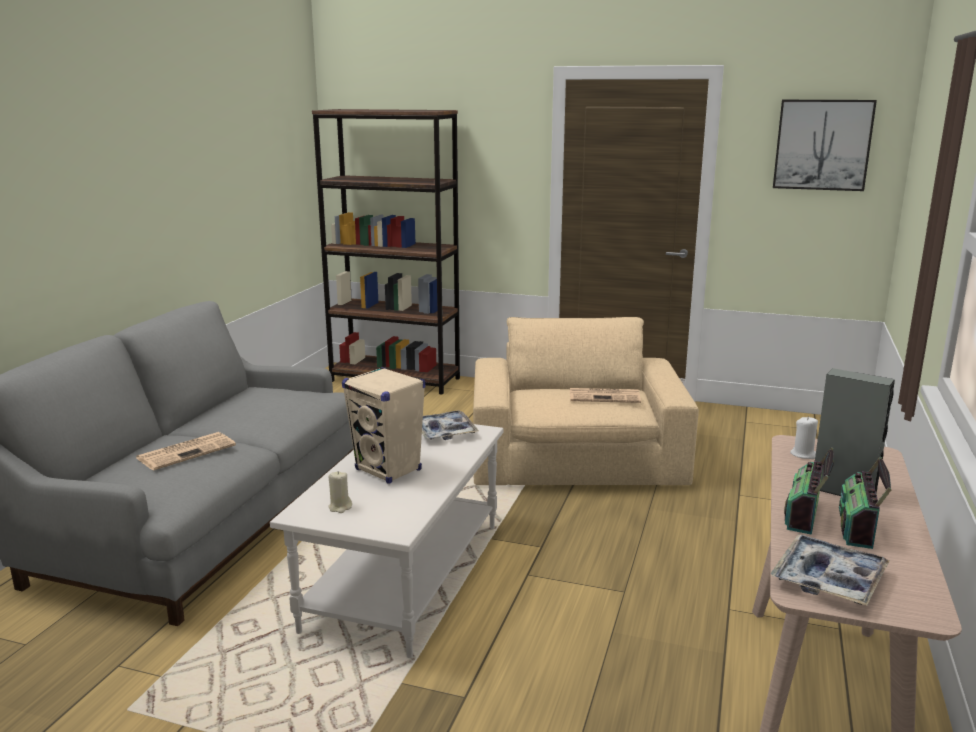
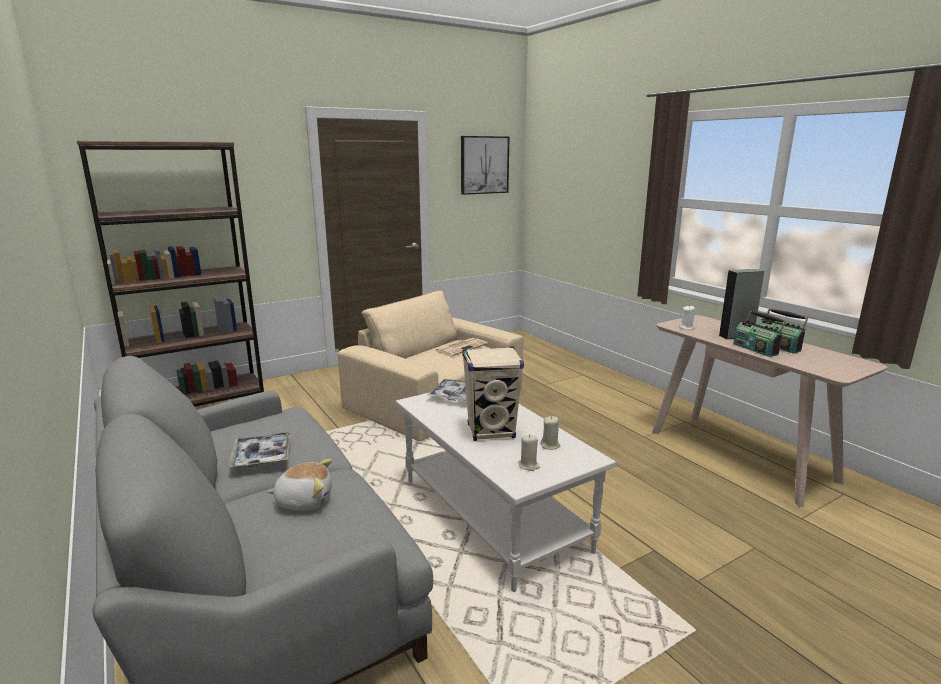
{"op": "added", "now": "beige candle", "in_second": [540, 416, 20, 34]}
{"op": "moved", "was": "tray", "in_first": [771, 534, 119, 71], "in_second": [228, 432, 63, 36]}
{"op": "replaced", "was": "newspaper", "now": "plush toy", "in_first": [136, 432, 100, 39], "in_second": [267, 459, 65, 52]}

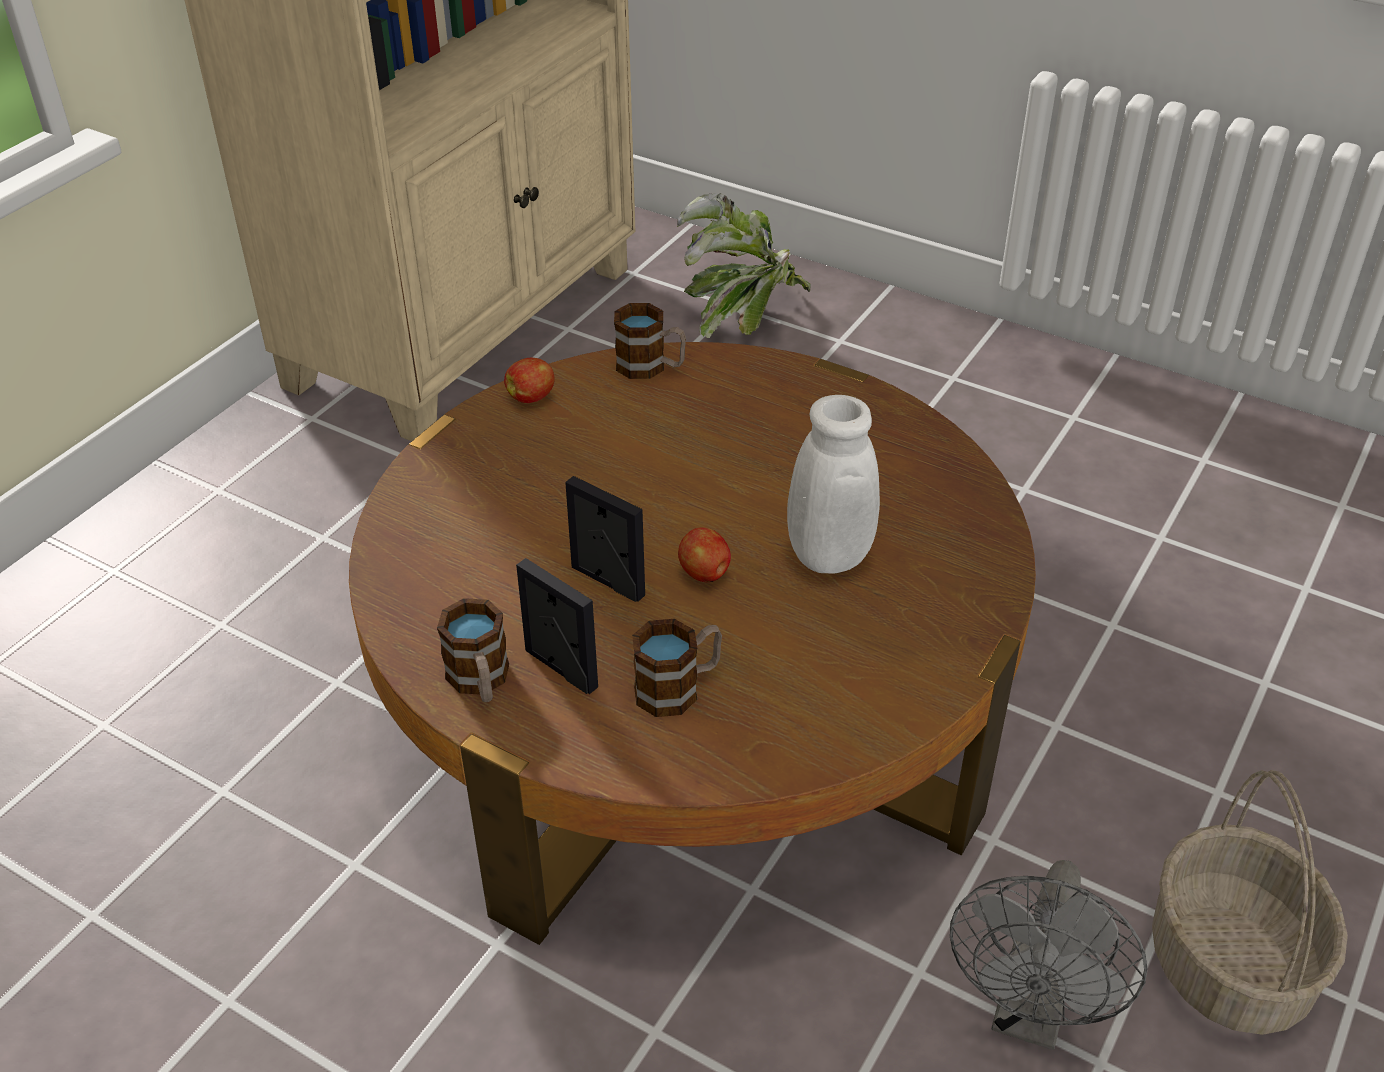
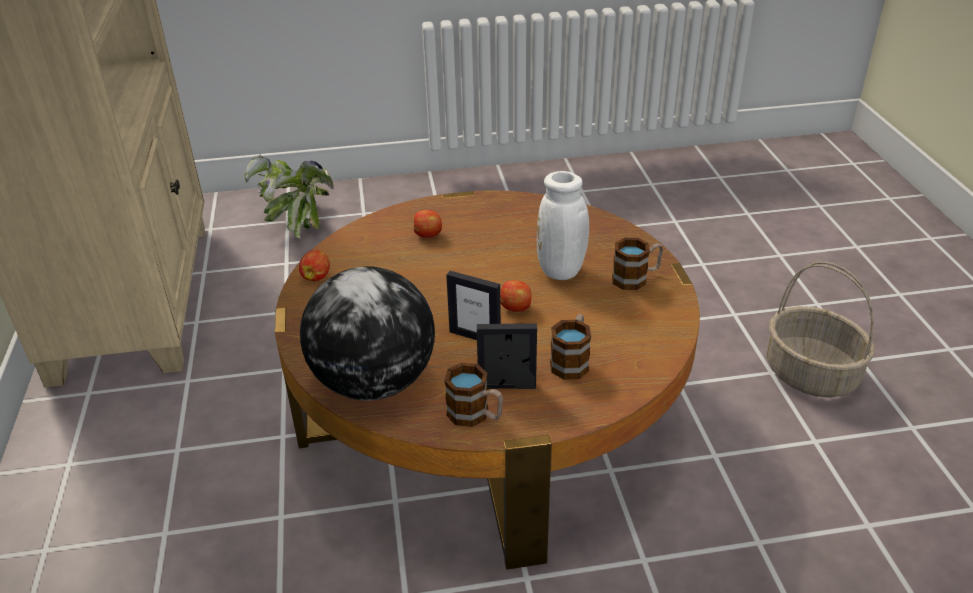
{"op": "removed", "was": "grey fan", "in_first": [950, 860, 198, 190]}
{"op": "added", "now": "globe", "in_second": [300, 266, 135, 135]}
{"op": "added", "now": "apple", "in_second": [414, 210, 28, 28]}
{"op": "moved", "was": "mug", "in_first": [614, 303, 72, 76], "in_second": [612, 238, 51, 52]}
{"op": "turned", "was": "picture frame", "in_first": [565, 476, 80, 126], "in_second": [446, 271, 55, 69], "clockwise": -150}

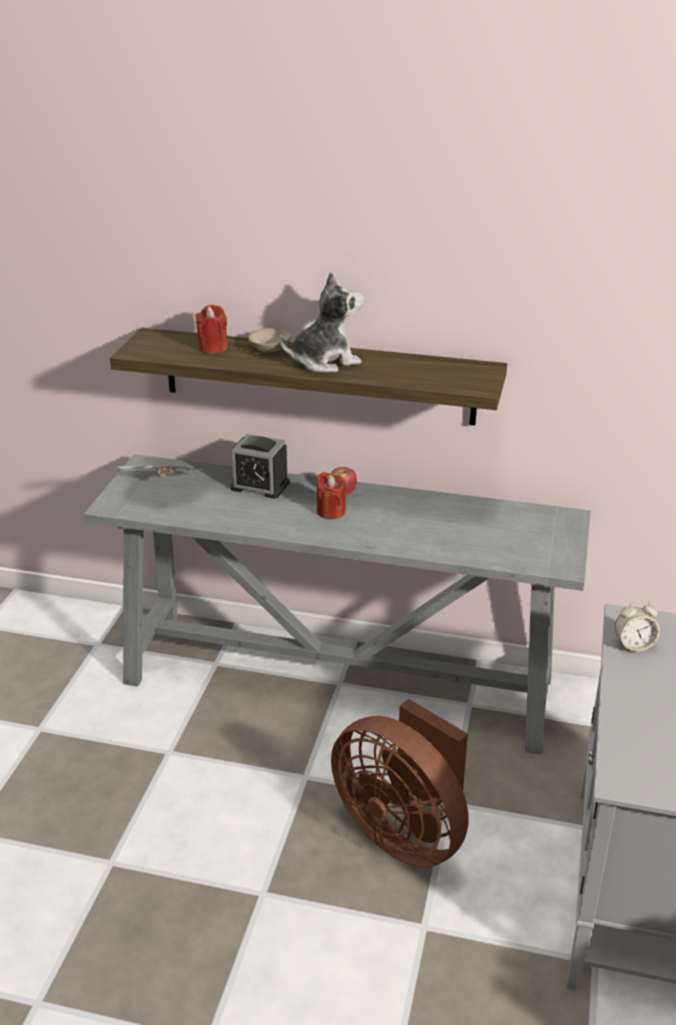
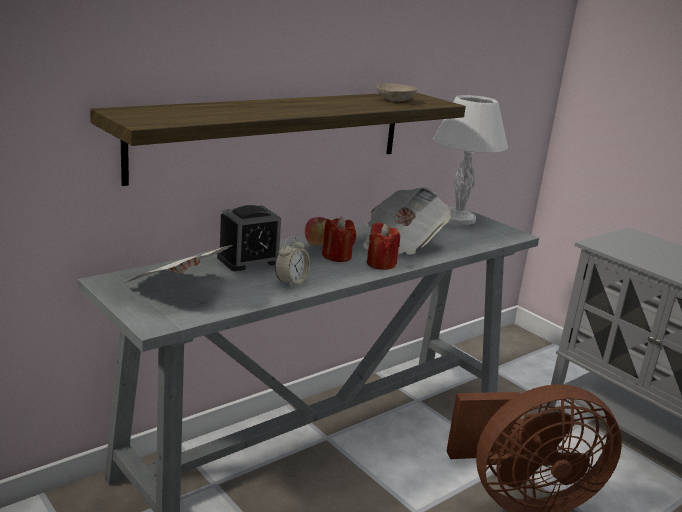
{"op": "removed", "was": "plush toy", "in_first": [280, 272, 84, 101]}
{"op": "added", "now": "newspaper", "in_second": [363, 188, 88, 67]}
{"op": "added", "now": "white table lamp", "in_second": [433, 95, 75, 130]}
{"op": "moved", "was": "red candle", "in_first": [195, 305, 33, 49], "in_second": [367, 222, 33, 48]}
{"op": "moved", "was": "beige bowl", "in_first": [249, 328, 42, 24], "in_second": [376, 83, 41, 19]}
{"op": "moved", "was": "alarm clock", "in_first": [615, 600, 45, 51], "in_second": [275, 236, 35, 51]}

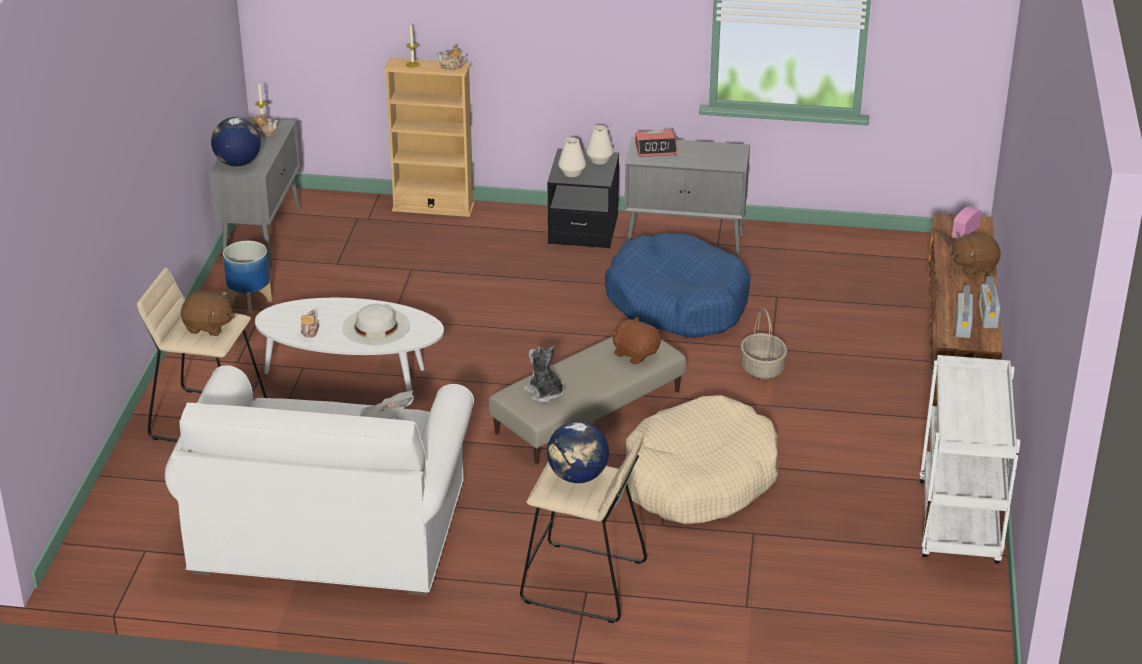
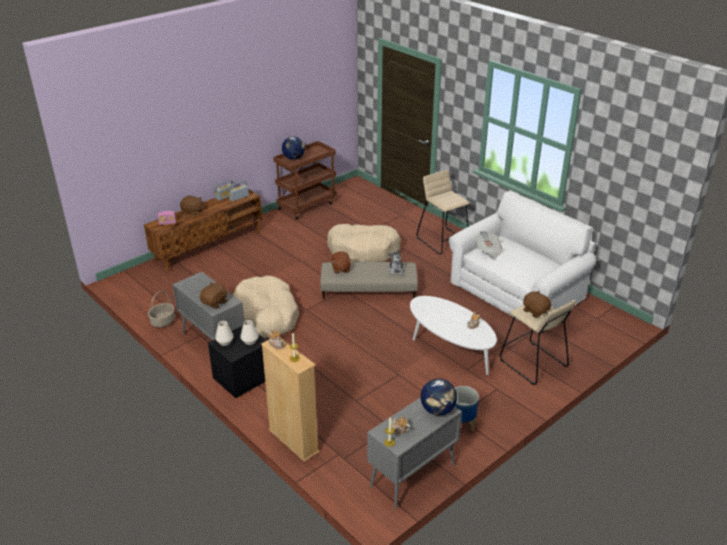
{"op": "removed", "was": "white hat", "in_first": [342, 304, 68, 41]}
{"op": "moved", "was": "globe", "in_first": [547, 421, 62, 62], "in_second": [282, 137, 23, 23]}
{"op": "moved", "was": "basket", "in_first": [741, 308, 46, 72], "in_second": [148, 291, 27, 37]}
{"op": "replaced", "was": "alarm clock", "now": "brown plush toy", "in_first": [635, 130, 42, 27], "in_second": [200, 282, 27, 27]}
{"op": "recoloured", "was": "blue dog bed", "now": "beige dog bed", "in_first": [605, 233, 146, 105], "in_second": [233, 276, 66, 62]}
{"op": "recoloured", "was": "white cart", "now": "brown cart", "in_first": [919, 355, 101, 209], "in_second": [273, 141, 64, 79]}

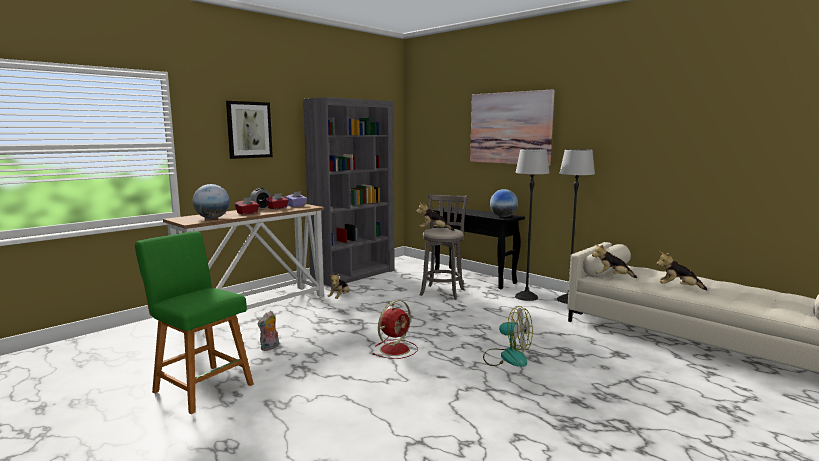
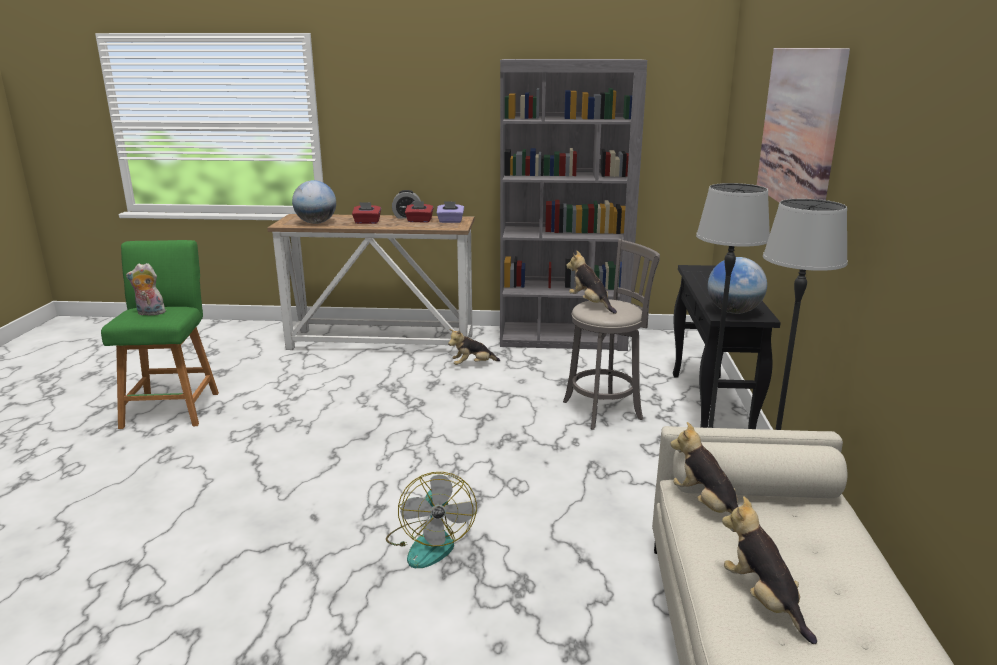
{"op": "removed", "was": "picture", "in_first": [226, 101, 47, 58]}
{"op": "removed", "was": "red fan", "in_first": [372, 300, 46, 59]}
{"op": "moved", "was": "plush toy", "in_first": [257, 311, 22, 40], "in_second": [126, 263, 43, 52]}

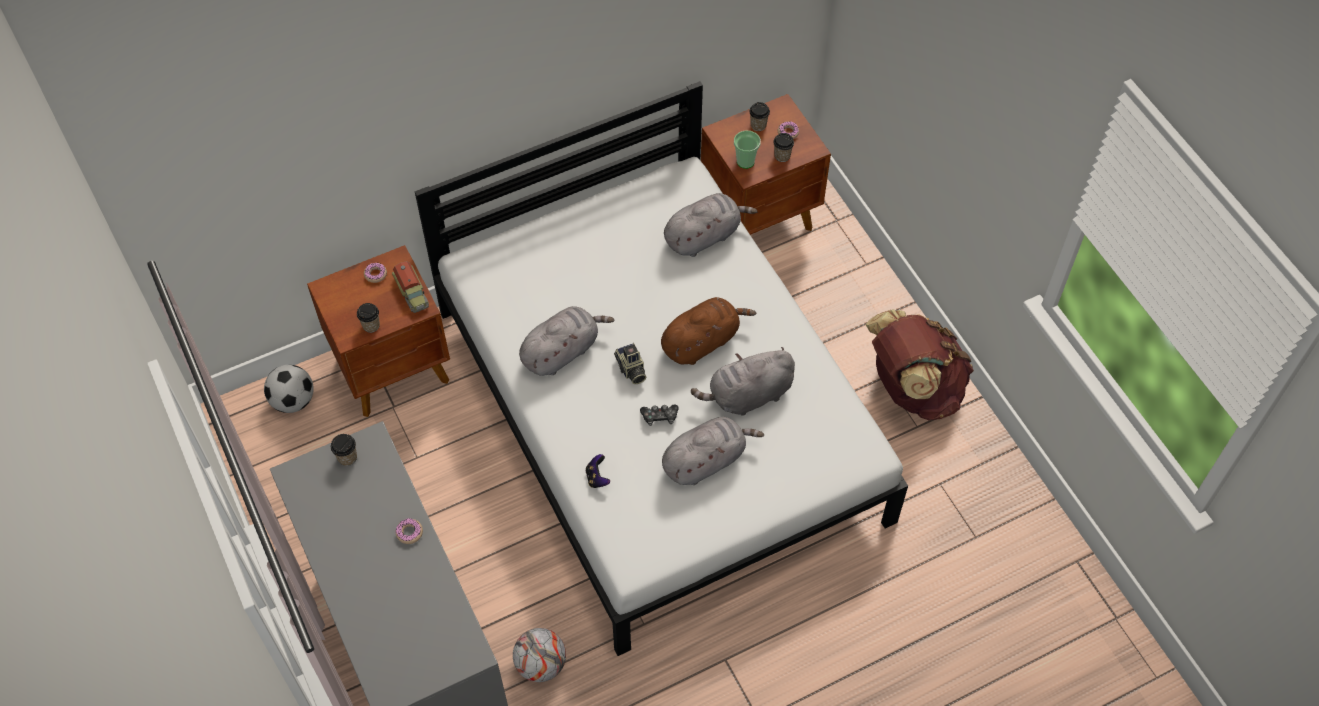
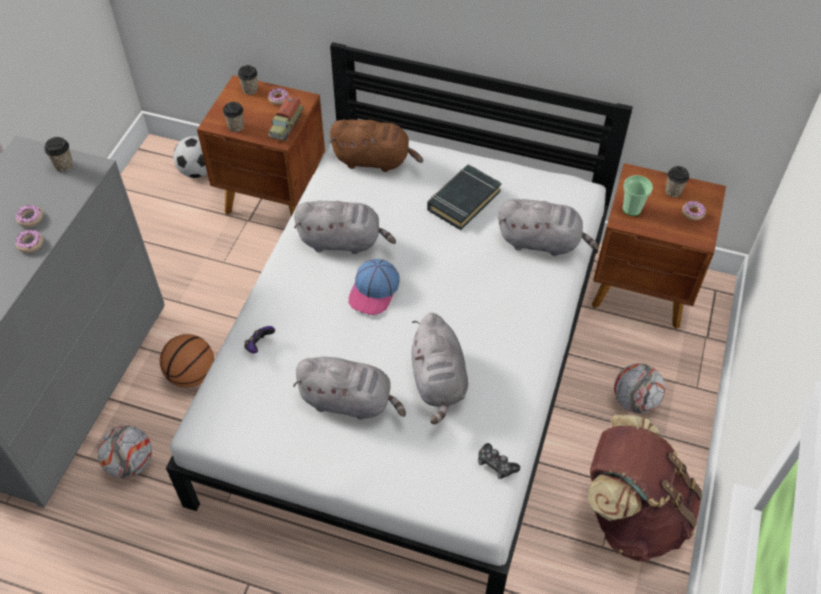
{"op": "added", "now": "donut", "in_second": [16, 205, 27, 22]}
{"op": "added", "now": "basketball", "in_second": [160, 334, 54, 54]}
{"op": "added", "now": "black book", "in_second": [427, 164, 75, 66]}
{"op": "added", "now": "football", "in_second": [614, 363, 51, 51]}
{"op": "moved", "was": "game controller", "in_first": [640, 404, 39, 22], "in_second": [478, 443, 42, 36]}
{"op": "moved", "was": "brown plush toy", "in_first": [661, 297, 95, 68], "in_second": [329, 120, 94, 52]}
{"op": "moved", "was": "cup", "in_first": [773, 133, 21, 29], "in_second": [238, 65, 20, 30]}
{"op": "replaced", "was": "photo camera", "now": "cap", "in_first": [614, 343, 32, 41], "in_second": [349, 259, 51, 56]}
{"op": "turned", "was": "grey plush toy", "in_first": [691, 347, 104, 68], "in_second": [411, 313, 57, 111], "clockwise": -120}

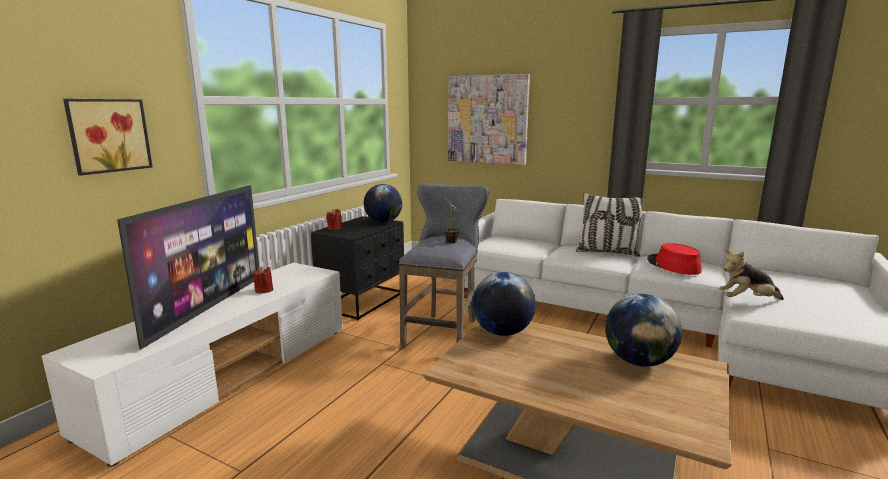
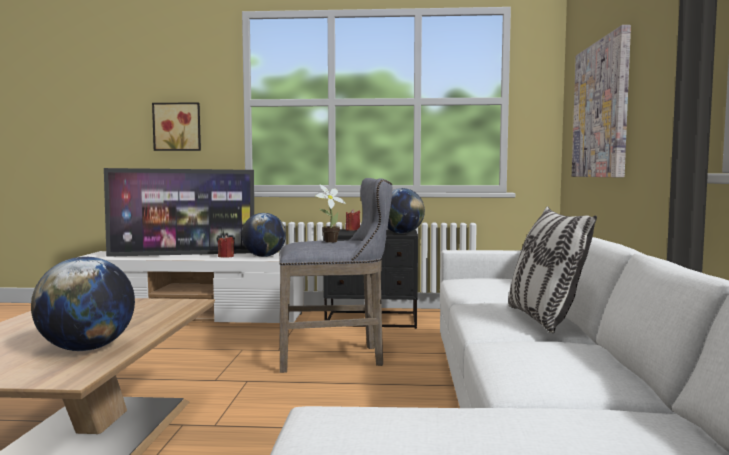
{"op": "removed", "was": "red hat", "in_first": [647, 243, 55, 32]}
{"op": "removed", "was": "plush toy", "in_first": [719, 250, 65, 50]}
{"op": "moved", "was": "globe", "in_first": [472, 272, 64, 64], "in_second": [242, 213, 44, 44]}

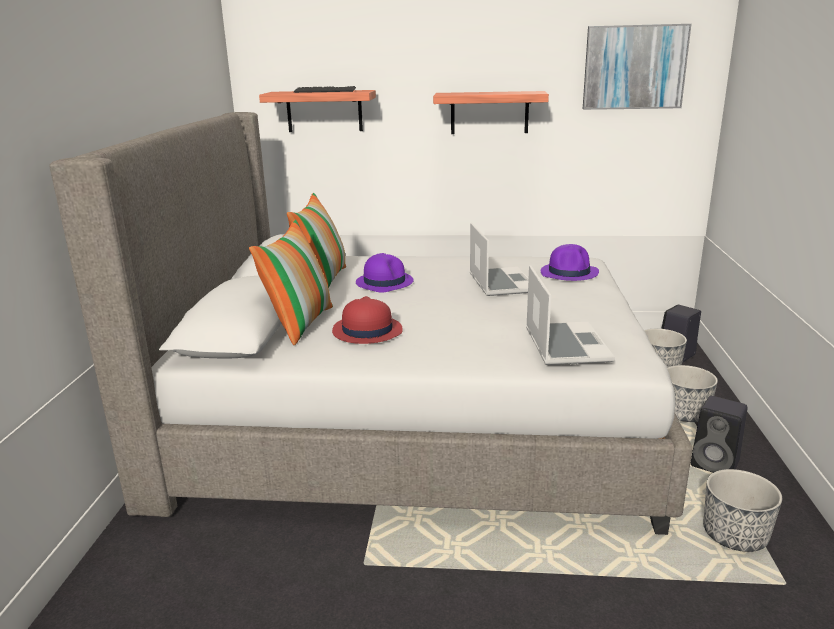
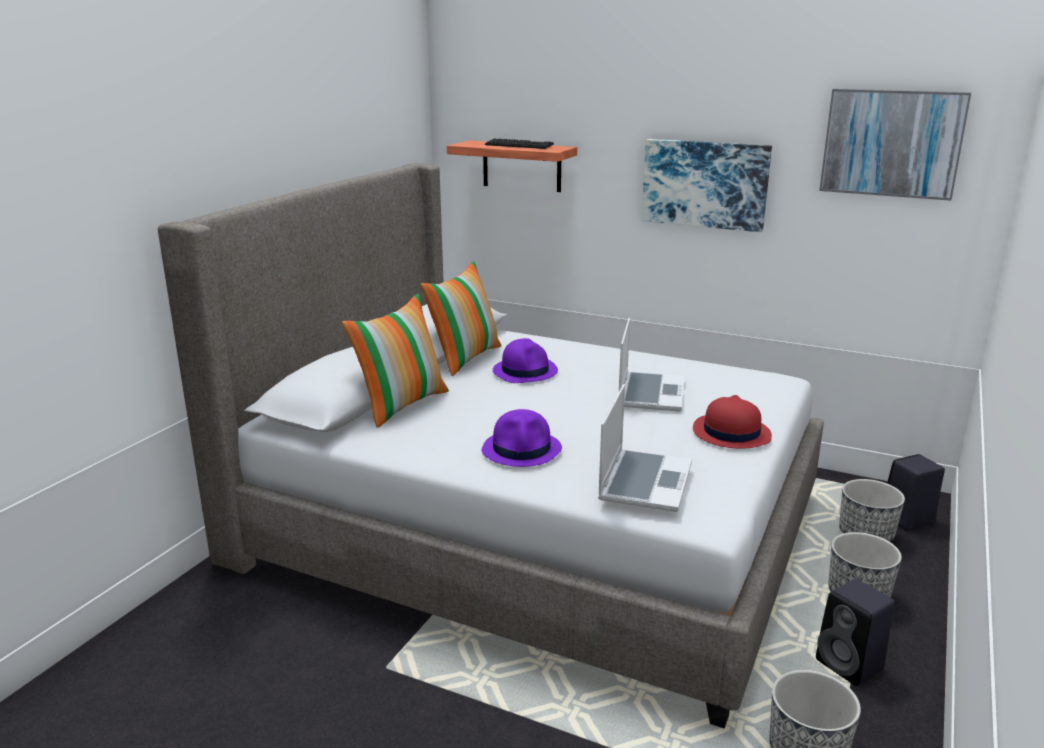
{"op": "moved", "was": "red hat", "in_first": [332, 296, 71, 48], "in_second": [693, 395, 79, 54]}
{"op": "moved", "was": "purple hat", "in_first": [541, 244, 58, 37], "in_second": [482, 409, 80, 58]}
{"op": "replaced", "was": "shelf", "now": "picture", "in_first": [433, 91, 116, 43], "in_second": [642, 139, 130, 93]}

